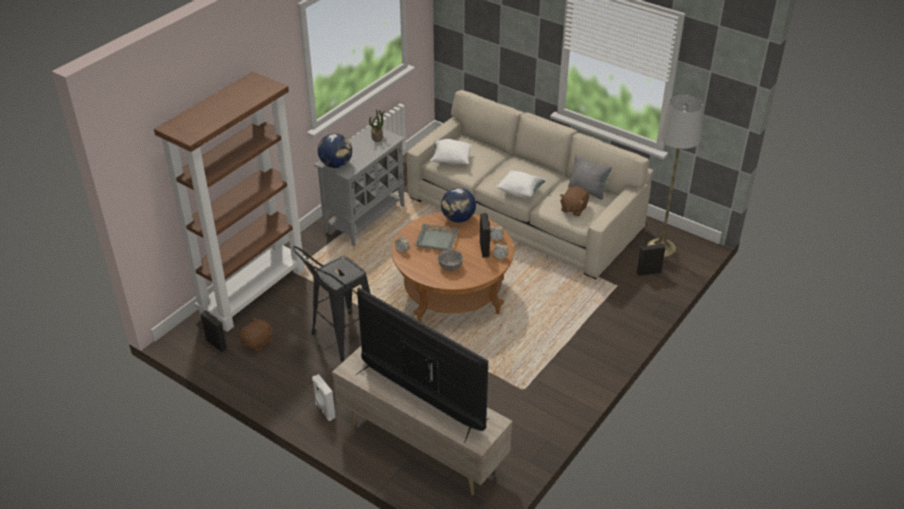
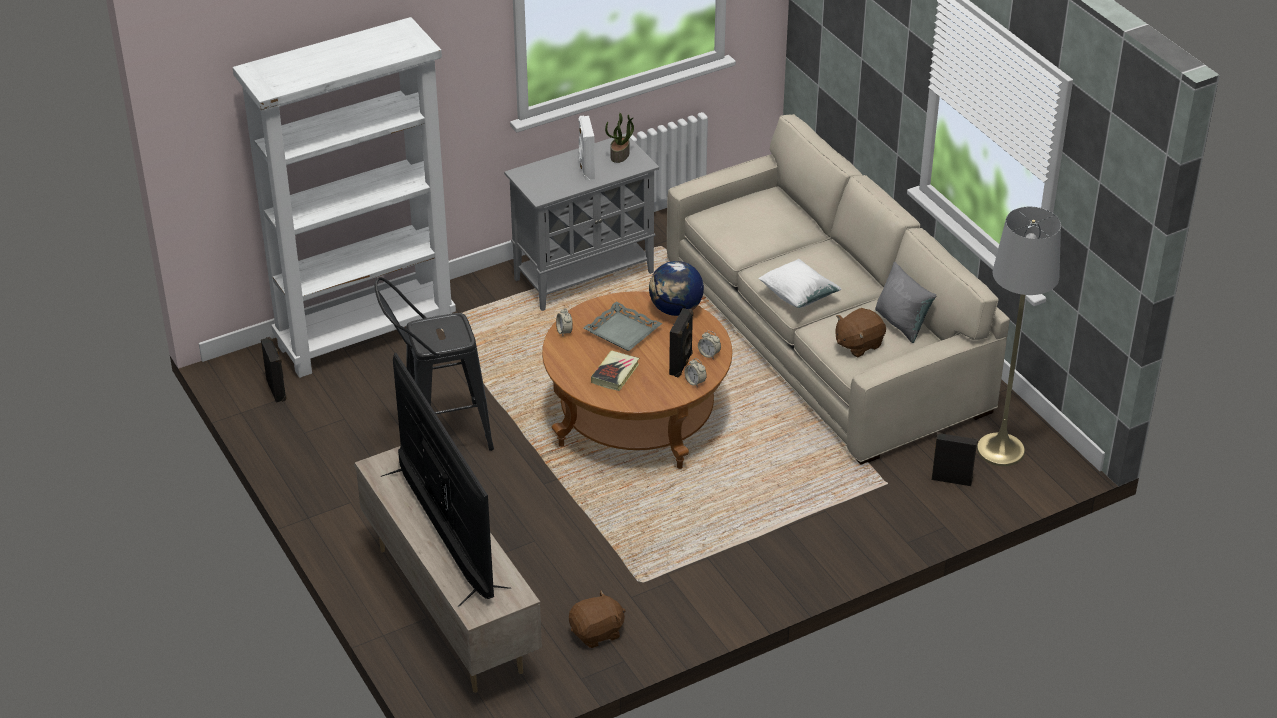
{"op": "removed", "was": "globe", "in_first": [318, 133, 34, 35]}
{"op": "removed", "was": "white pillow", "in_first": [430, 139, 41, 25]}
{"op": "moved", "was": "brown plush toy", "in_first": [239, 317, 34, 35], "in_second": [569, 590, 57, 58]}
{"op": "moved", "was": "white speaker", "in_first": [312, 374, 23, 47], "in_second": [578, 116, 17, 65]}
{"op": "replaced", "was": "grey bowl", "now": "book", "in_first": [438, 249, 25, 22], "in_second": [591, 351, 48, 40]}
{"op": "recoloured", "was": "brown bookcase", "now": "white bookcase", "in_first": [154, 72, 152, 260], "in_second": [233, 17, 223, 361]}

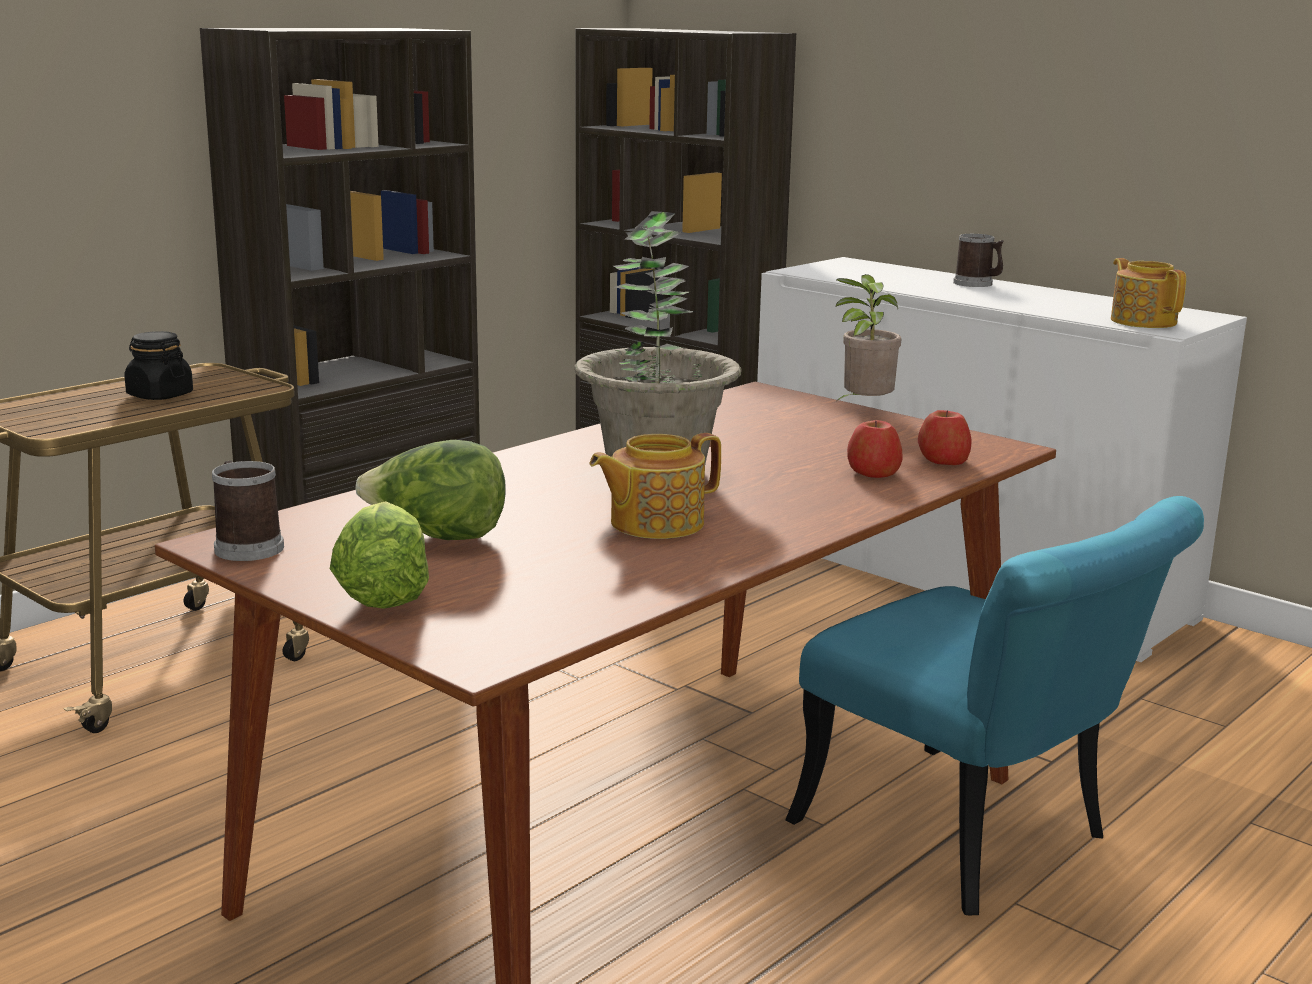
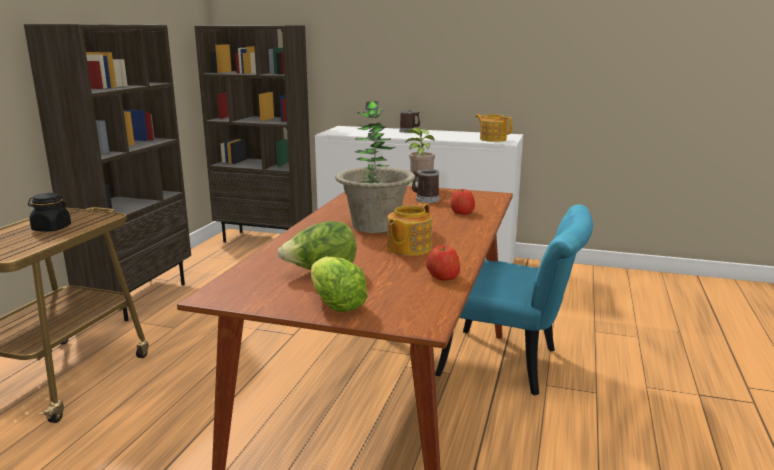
{"op": "moved", "was": "mug", "in_first": [212, 461, 72, 100], "in_second": [412, 169, 28, 34]}
{"op": "moved", "was": "apple", "in_first": [918, 410, 54, 55], "in_second": [426, 246, 34, 34]}

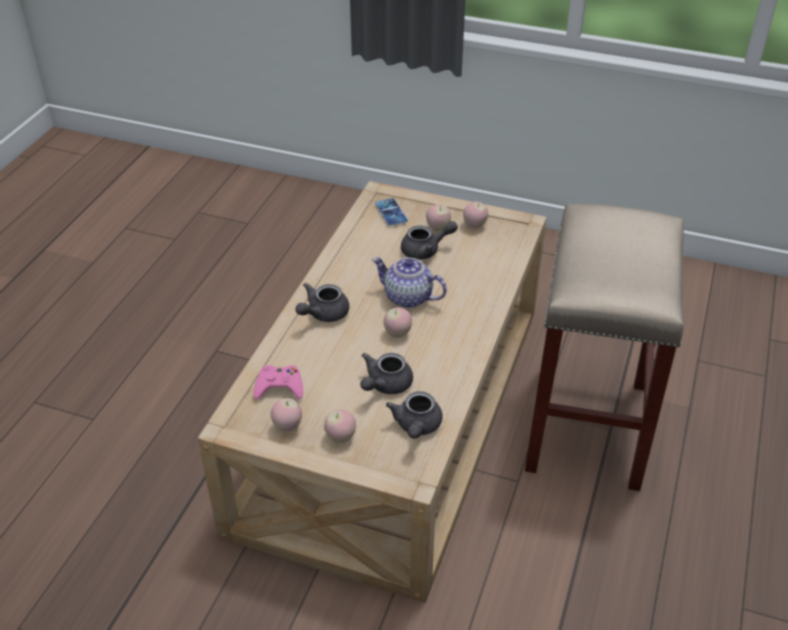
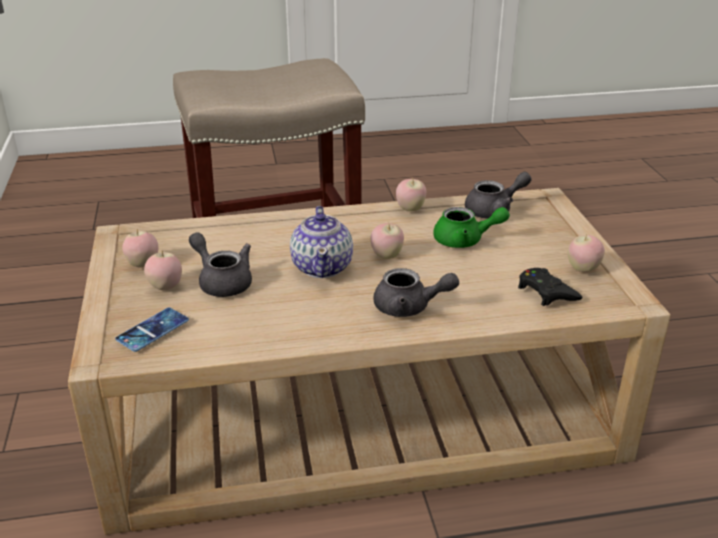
{"op": "moved", "was": "apple", "in_first": [324, 409, 32, 34], "in_second": [396, 179, 30, 32]}
{"op": "recoloured", "was": "pink game controller", "now": "black game controller", "in_first": [253, 365, 50, 35], "in_second": [518, 268, 64, 38]}
{"op": "recoloured", "was": "grey teapot", "now": "green teapot", "in_first": [360, 353, 53, 41], "in_second": [433, 207, 77, 41]}

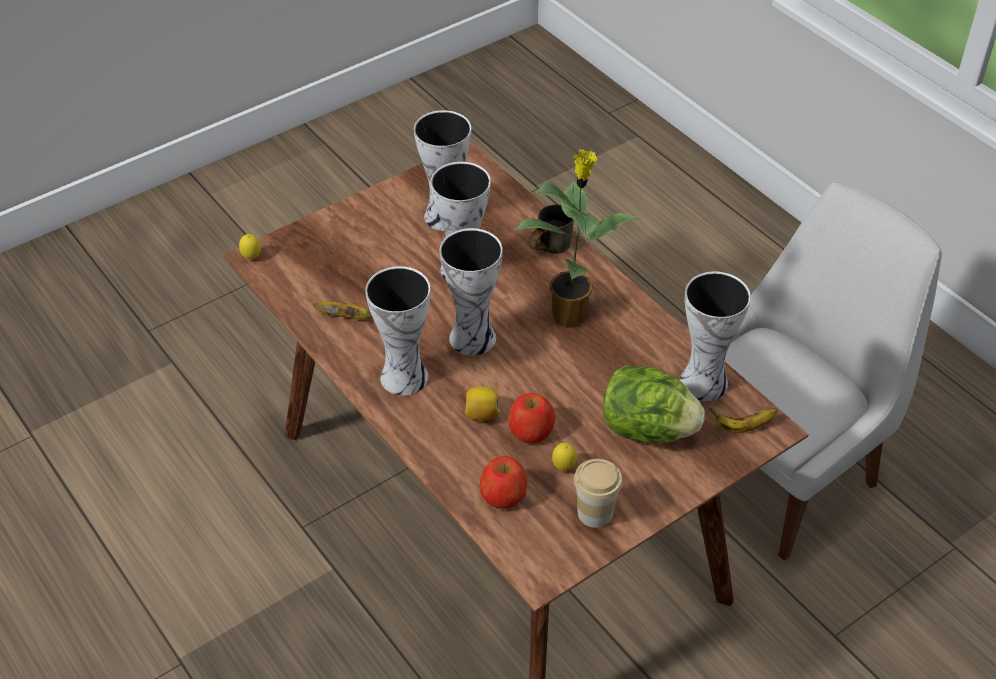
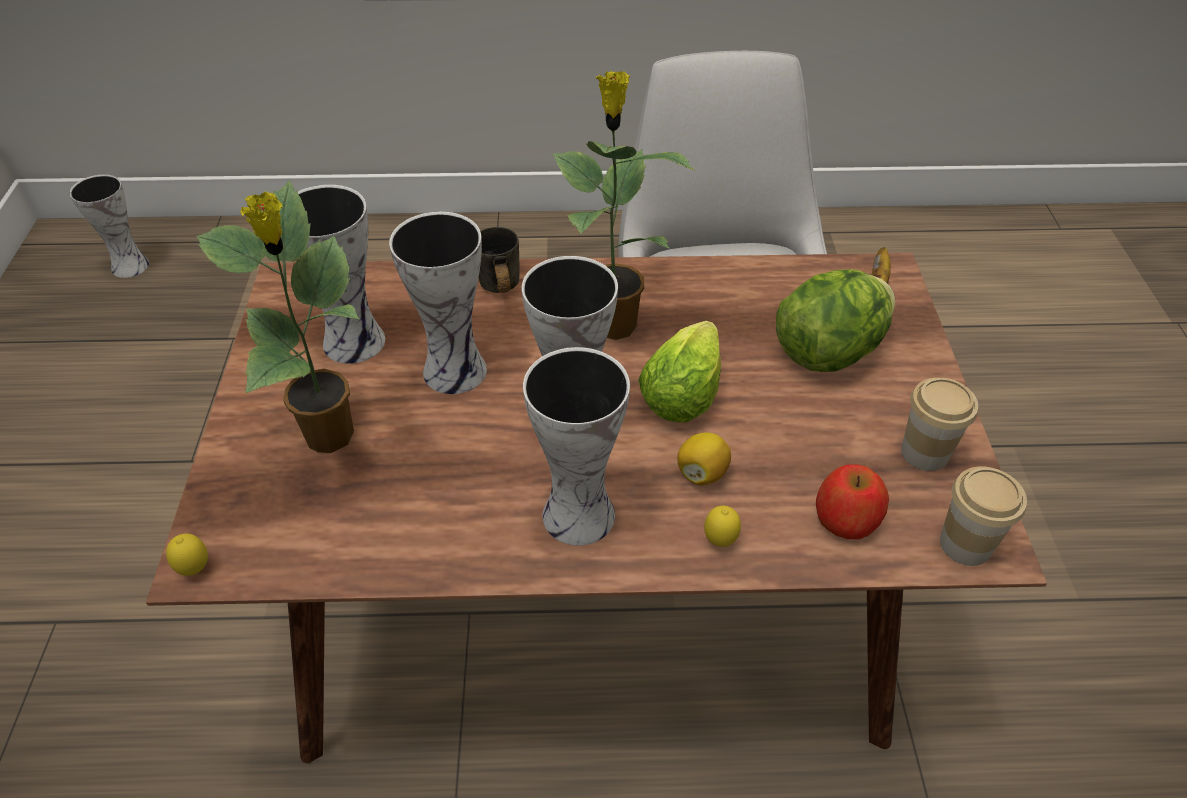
{"op": "removed", "was": "banana", "in_first": [314, 301, 58, 19]}
{"op": "removed", "was": "apple", "in_first": [508, 393, 47, 51]}
{"op": "added", "now": "potted plant", "in_second": [197, 180, 162, 273]}
{"op": "added", "now": "lettuce", "in_second": [638, 321, 83, 101]}
{"op": "added", "now": "cup", "in_second": [940, 466, 87, 100]}
{"op": "moved", "was": "lemon", "in_first": [552, 443, 25, 28], "in_second": [704, 506, 37, 41]}
{"op": "moved", "was": "vase", "in_first": [680, 272, 71, 129], "in_second": [70, 175, 79, 103]}

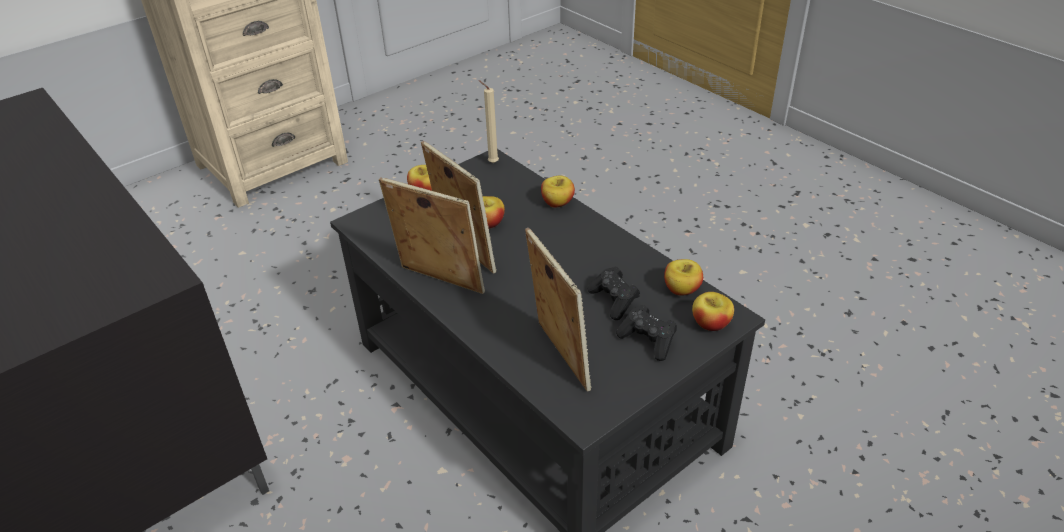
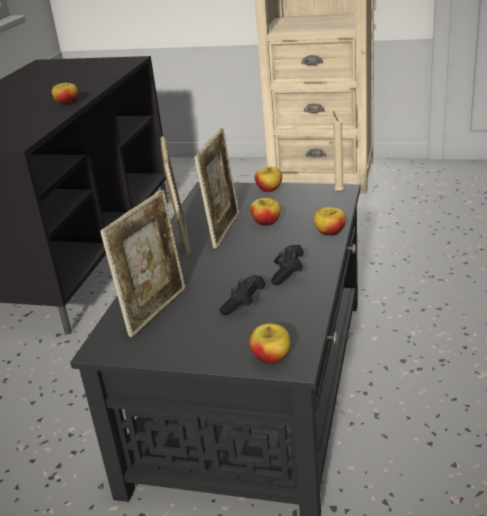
{"op": "moved", "was": "black game controller", "in_first": [616, 305, 61, 56], "in_second": [271, 245, 33, 40]}
{"op": "moved", "was": "apple", "in_first": [664, 259, 39, 37], "in_second": [52, 83, 26, 22]}

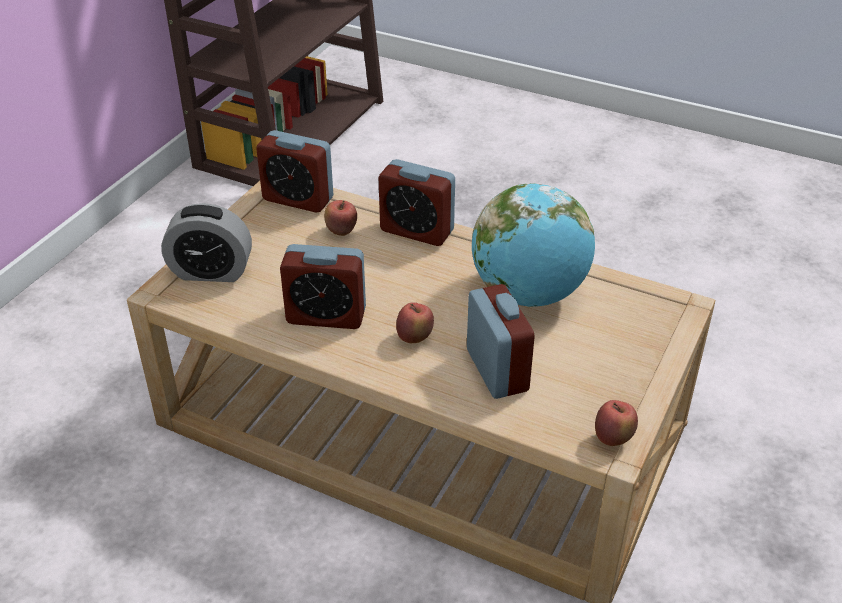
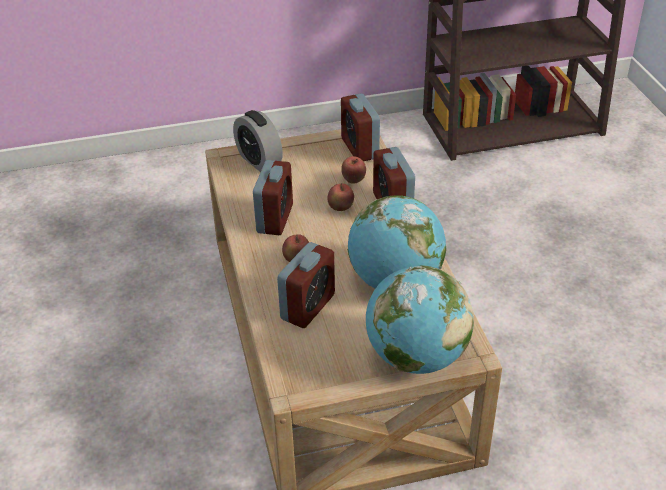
{"op": "added", "now": "globe", "in_second": [366, 265, 108, 109]}
{"op": "moved", "was": "apple", "in_first": [595, 400, 43, 46], "in_second": [327, 183, 27, 28]}
{"op": "turned", "was": "alarm clock", "in_first": [280, 244, 86, 85], "in_second": [253, 160, 40, 75], "clockwise": -135}

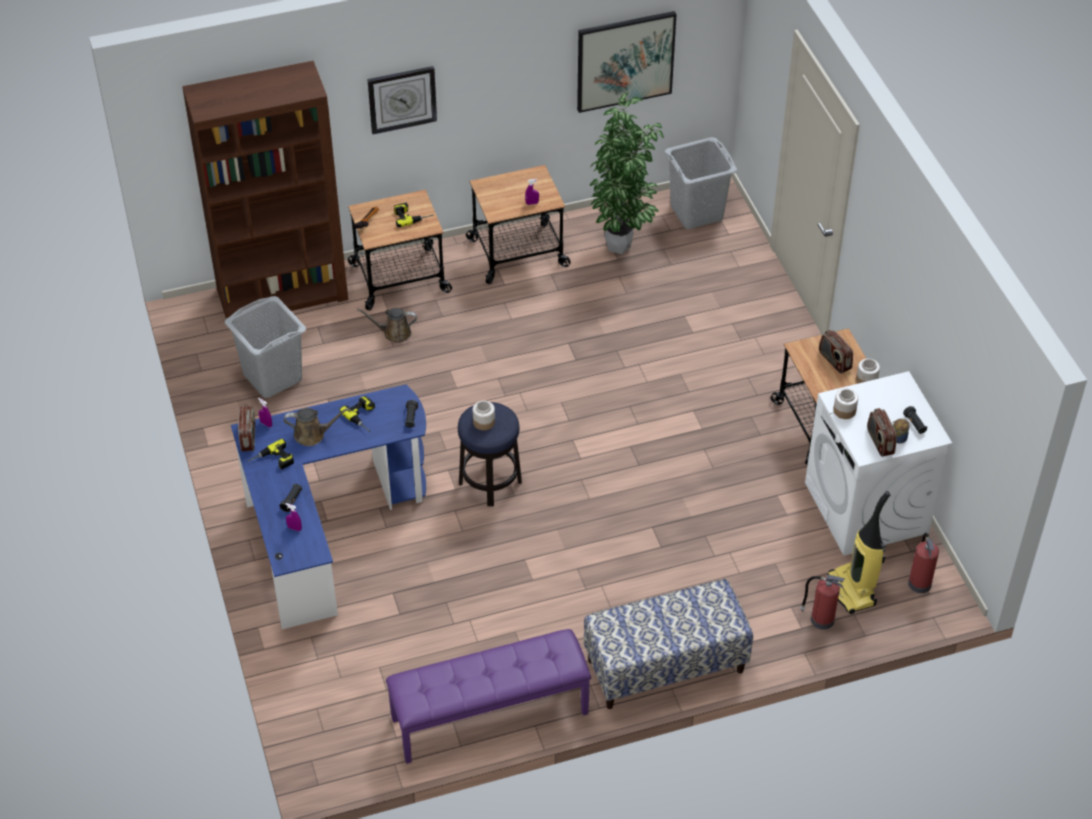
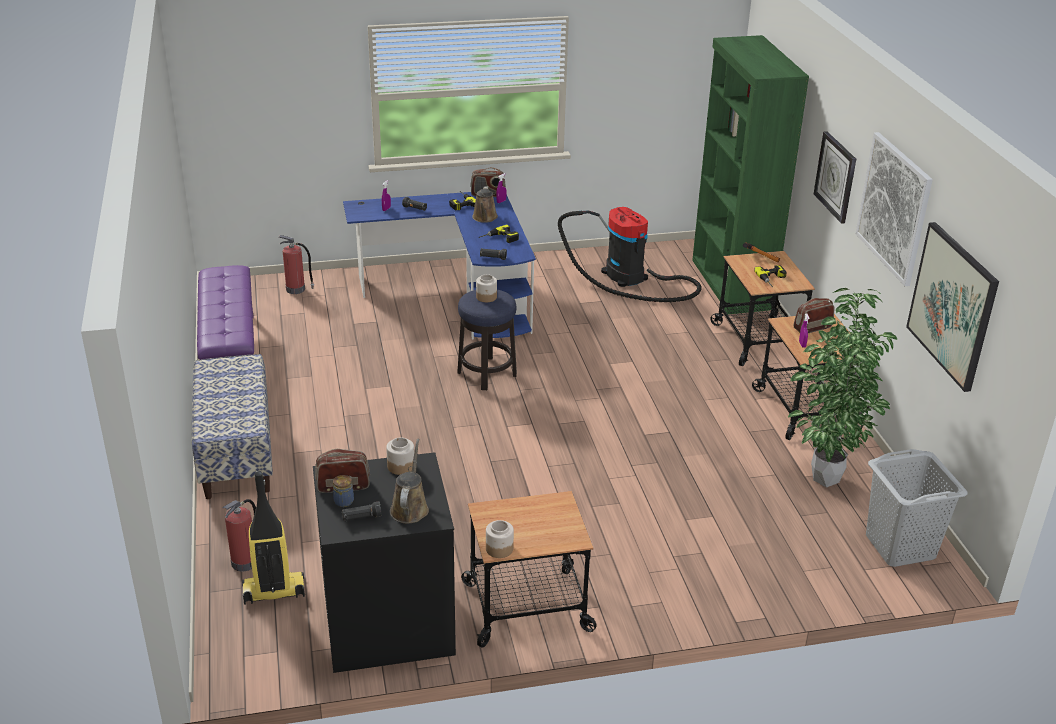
{"op": "added", "now": "picture", "in_second": [855, 132, 78, 154]}
{"op": "moved", "was": "brown watering can", "in_first": [357, 308, 60, 35], "in_second": [390, 439, 39, 84]}
{"op": "moved", "was": "radio", "in_first": [819, 330, 34, 44], "in_second": [794, 298, 40, 35]}
{"op": "moved", "was": "fire extinguisher", "in_first": [908, 533, 31, 60], "in_second": [279, 235, 35, 59]}
{"op": "replaced", "was": "grey laundry basket", "now": "vacuum cleaner", "in_first": [225, 296, 81, 102], "in_second": [558, 207, 144, 95]}
{"op": "recoloured", "was": "brown bookcase", "now": "green bookcase", "in_first": [182, 61, 166, 258], "in_second": [692, 35, 117, 279]}
{"op": "recoloured", "was": "white washing machine", "now": "black washing machine", "in_first": [805, 371, 147, 185], "in_second": [313, 452, 143, 221]}

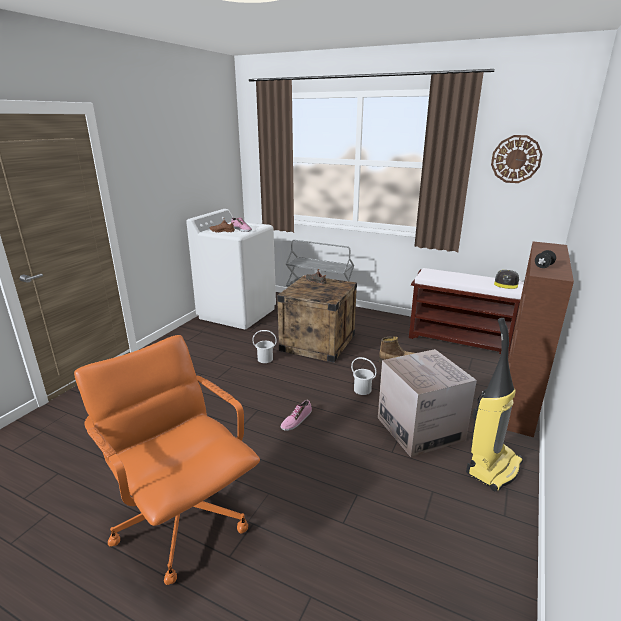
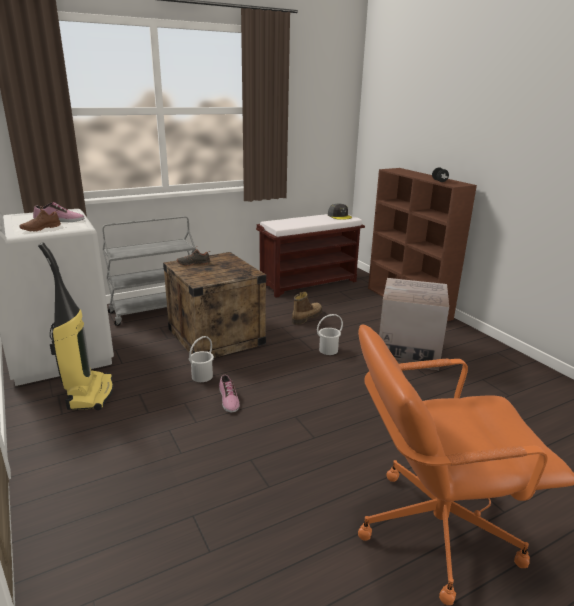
{"op": "removed", "was": "wall clock", "in_first": [491, 135, 51, 48]}
{"op": "moved", "was": "shoe", "in_first": [281, 400, 31, 31], "in_second": [219, 375, 21, 38]}
{"op": "moved", "was": "vacuum cleaner", "in_first": [466, 318, 57, 173], "in_second": [38, 242, 75, 168]}

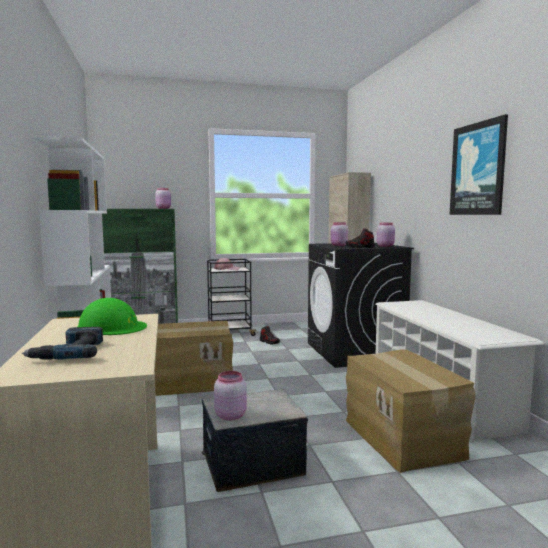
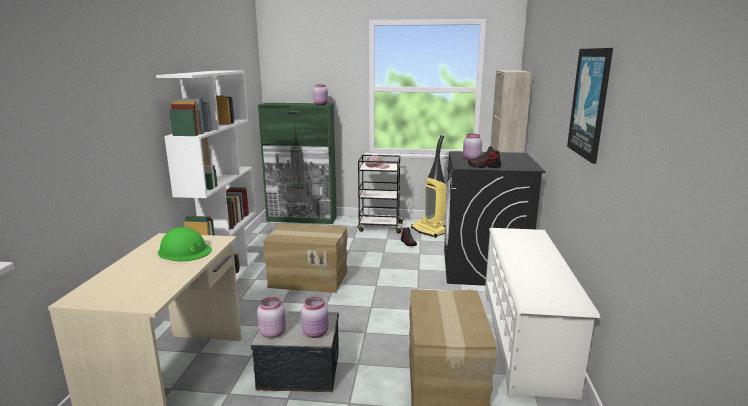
{"op": "removed", "was": "power drill", "in_first": [22, 327, 81, 33]}
{"op": "added", "now": "vacuum cleaner", "in_second": [411, 135, 36, 103]}
{"op": "moved", "was": "pink jar", "in_first": [377, 222, 18, 25], "in_second": [301, 297, 28, 41]}

